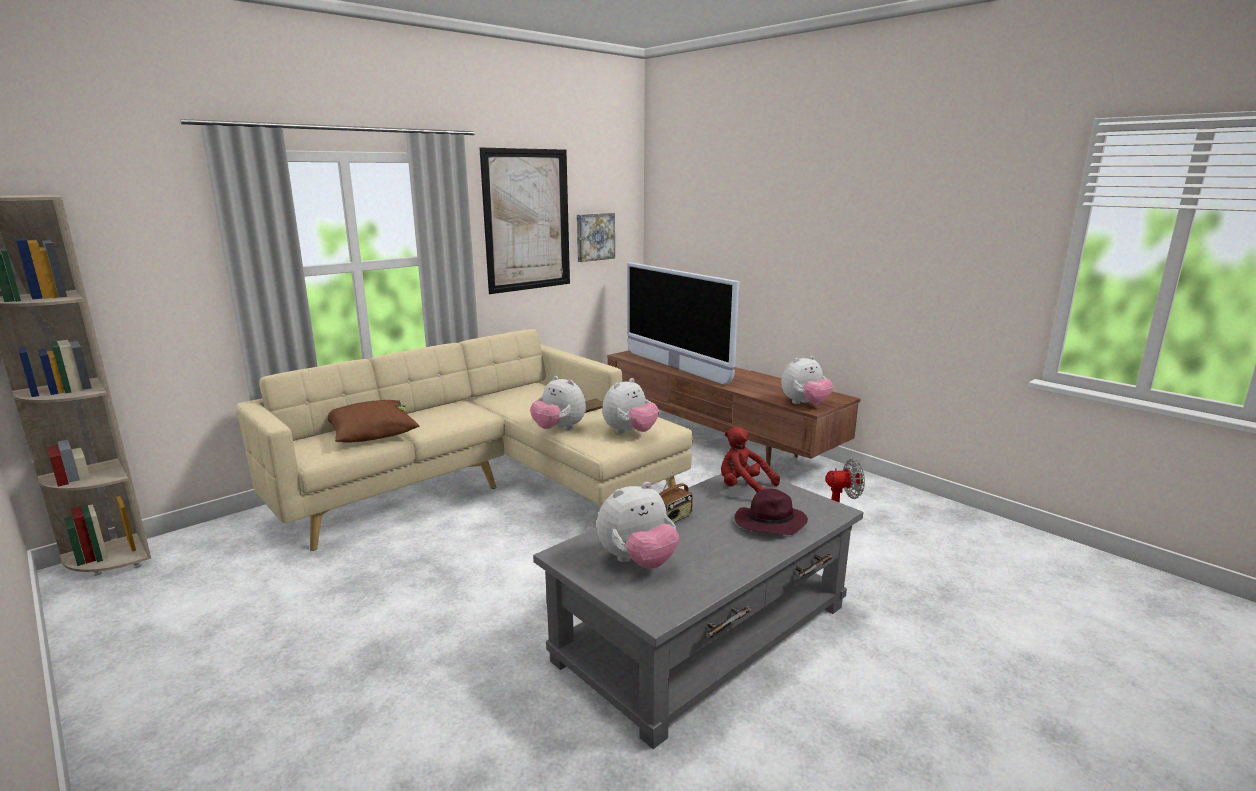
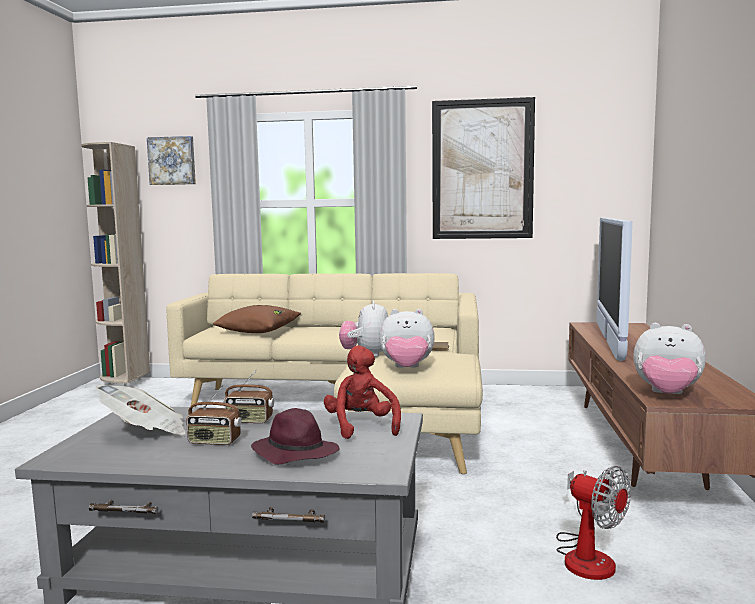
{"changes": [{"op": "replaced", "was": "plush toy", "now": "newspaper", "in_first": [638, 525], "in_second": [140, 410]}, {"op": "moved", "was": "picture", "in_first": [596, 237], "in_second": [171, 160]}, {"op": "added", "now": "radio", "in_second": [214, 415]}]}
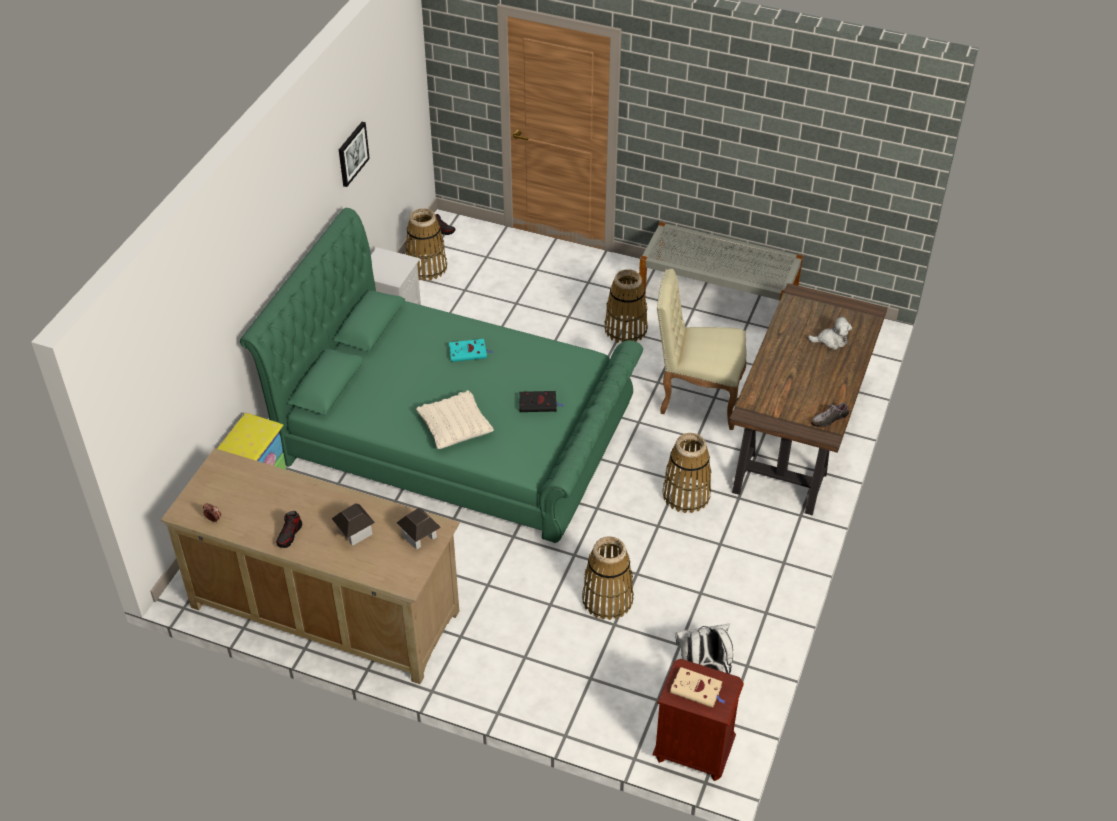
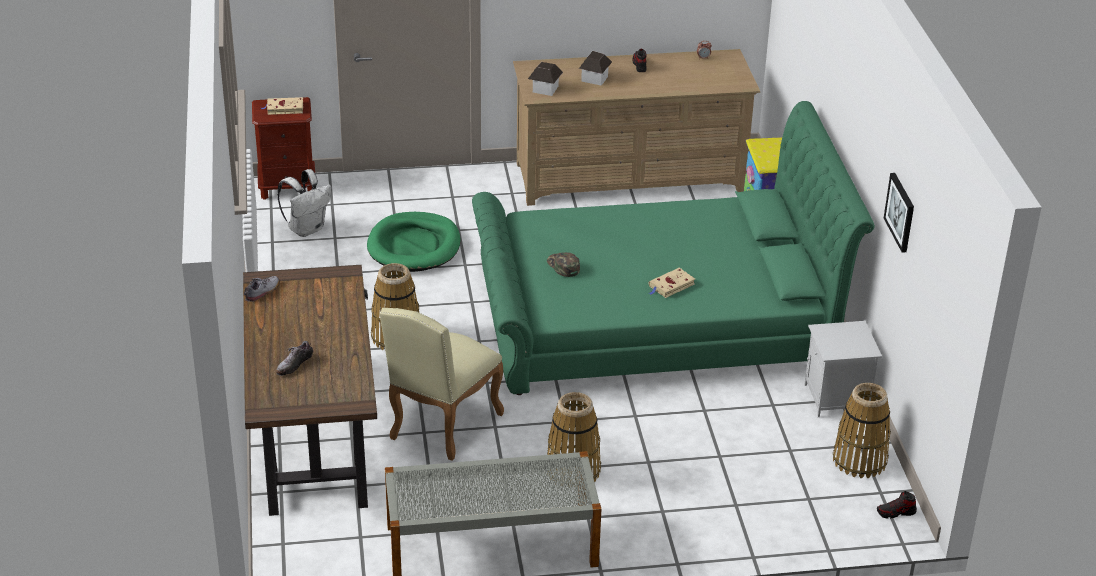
{"changes": [{"op": "replaced", "was": "plush toy", "now": "shoe", "in_first": [830, 333], "in_second": [294, 358]}, {"op": "replaced", "was": "basket", "now": "dog bed (green)", "in_first": [608, 578], "in_second": [414, 242]}, {"op": "turned", "was": "chair (beige)", "in_first": [702, 349], "in_second": [441, 384], "clockwise": 135}, {"op": "replaced", "was": "book (black)", "now": "cap (green)", "in_first": [541, 401], "in_second": [563, 264]}, {"op": "recoloured", "was": "book (turquoise)", "now": "book (beige)", "in_first": [471, 350], "in_second": [672, 283]}, {"op": "removed", "was": "pillow (beige)", "in_first": [455, 419]}]}
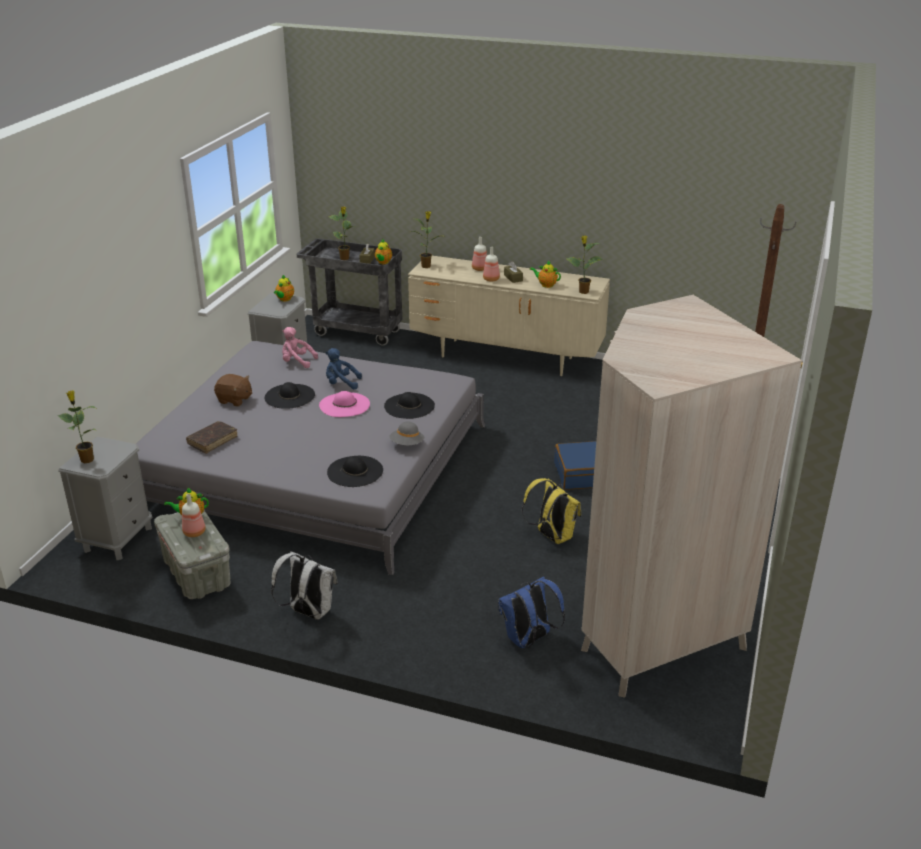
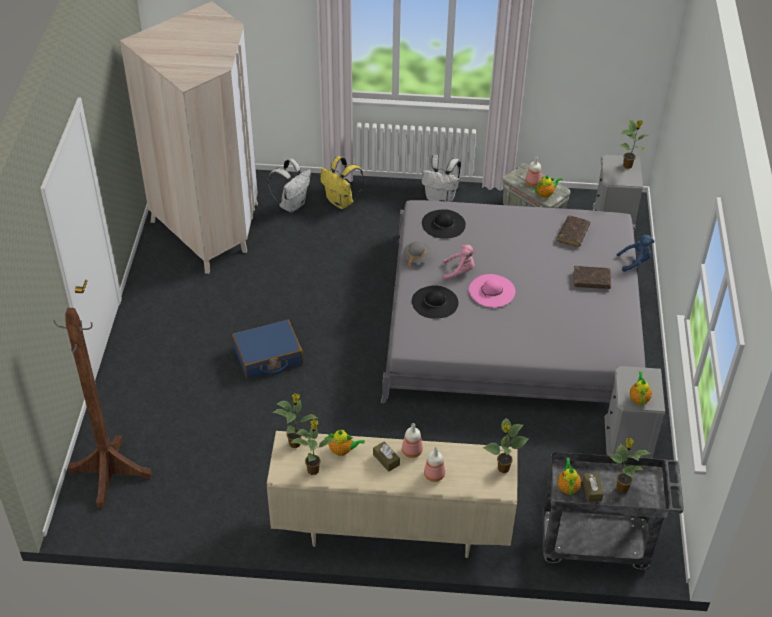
{"changes": [{"op": "recoloured", "was": "backpack (blue)", "now": "backpack (white)", "in_first": [531, 612], "in_second": [289, 185]}, {"op": "added", "now": "potted plant", "in_second": [313, 447]}, {"op": "moved", "was": "backpack (yellow)", "in_first": [551, 511], "in_second": [342, 182]}, {"op": "moved", "was": "plush toy (pink)", "in_first": [300, 347], "in_second": [459, 262]}, {"op": "replaced", "was": "plush toy (brown)", "now": "book (brown)", "in_first": [233, 390], "in_second": [592, 277]}, {"op": "moved", "was": "plush toy (blue)", "in_first": [343, 368], "in_second": [636, 253]}, {"op": "removed", "was": "hat (black)", "in_first": [290, 395]}]}
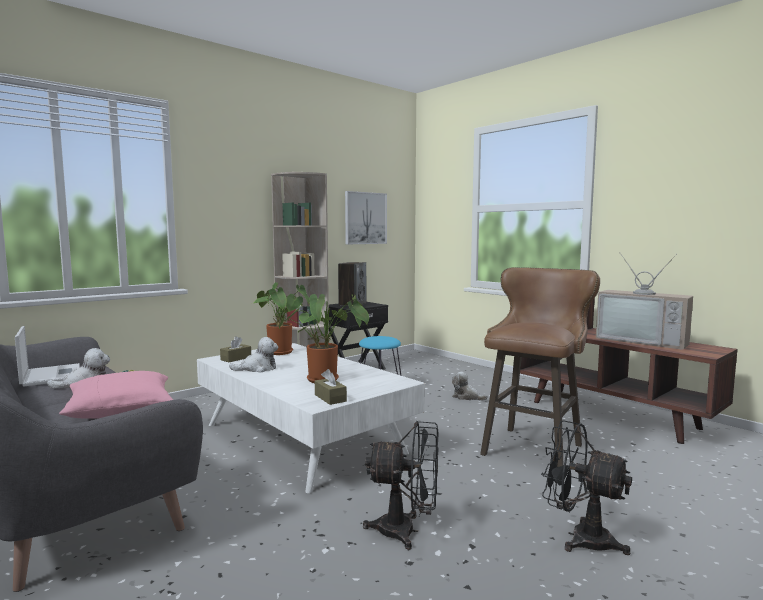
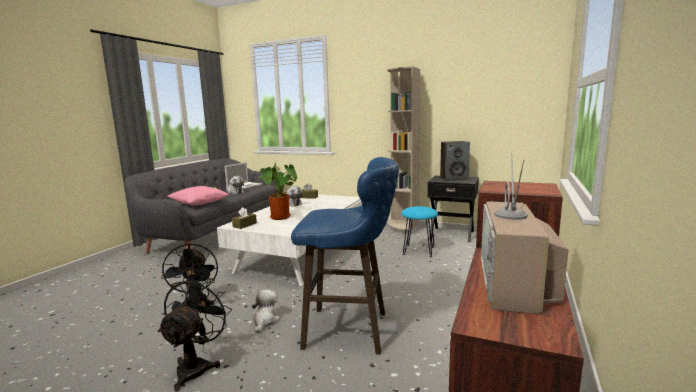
{"changes": [{"op": "moved", "was": "plush toy", "in_first": [470, 386], "in_second": [266, 311]}, {"op": "recoloured", "was": "stool (brown)", "now": "stool (blue)", "in_first": [540, 367], "in_second": [345, 256]}, {"op": "removed", "was": "potted plant", "in_first": [282, 318]}, {"op": "removed", "was": "picture", "in_first": [366, 217]}]}
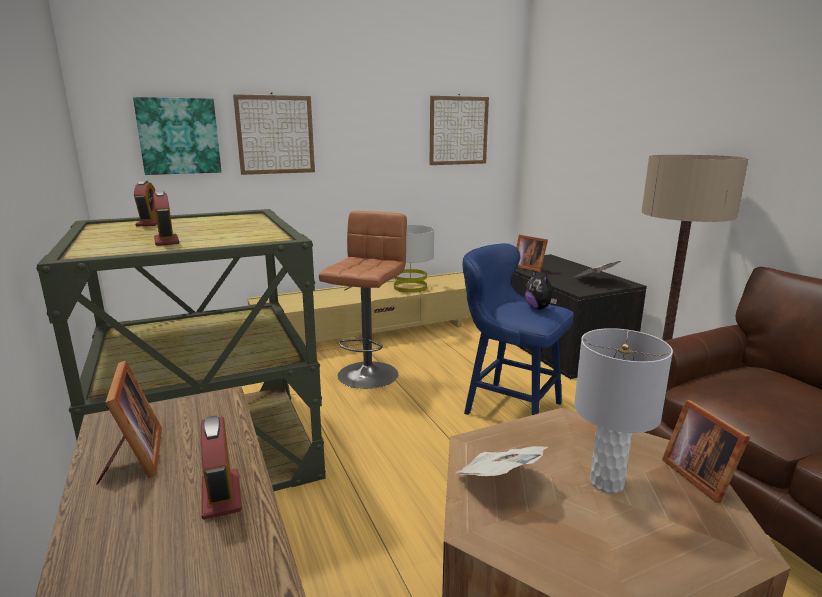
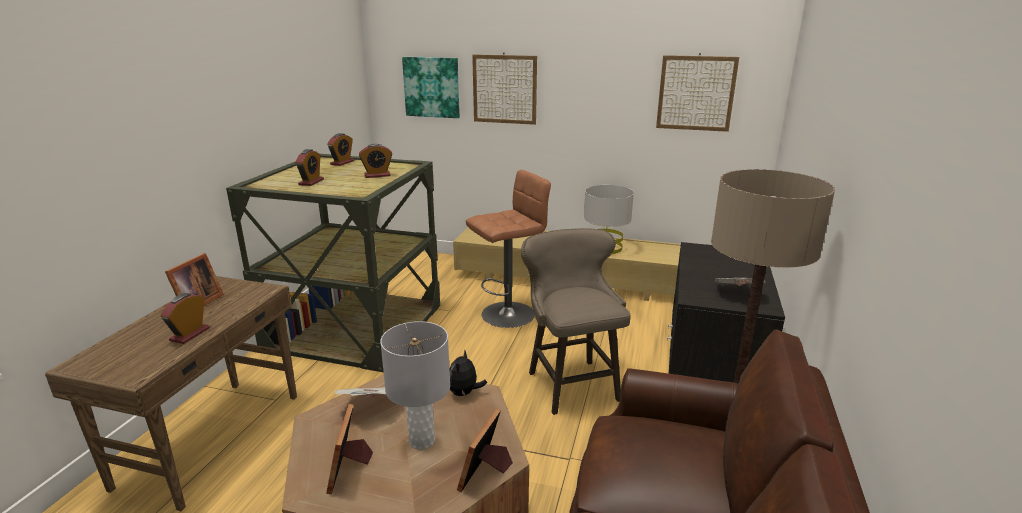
{"changes": [{"op": "moved", "was": "picture frame", "in_first": [532, 253], "in_second": [349, 449]}, {"op": "added", "now": "alarm clock", "in_second": [375, 161]}, {"op": "moved", "was": "plush toy", "in_first": [541, 289], "in_second": [468, 373]}, {"op": "recoloured", "was": "stool (blue)", "now": "stool (beige)", "in_first": [518, 329], "in_second": [576, 321]}]}
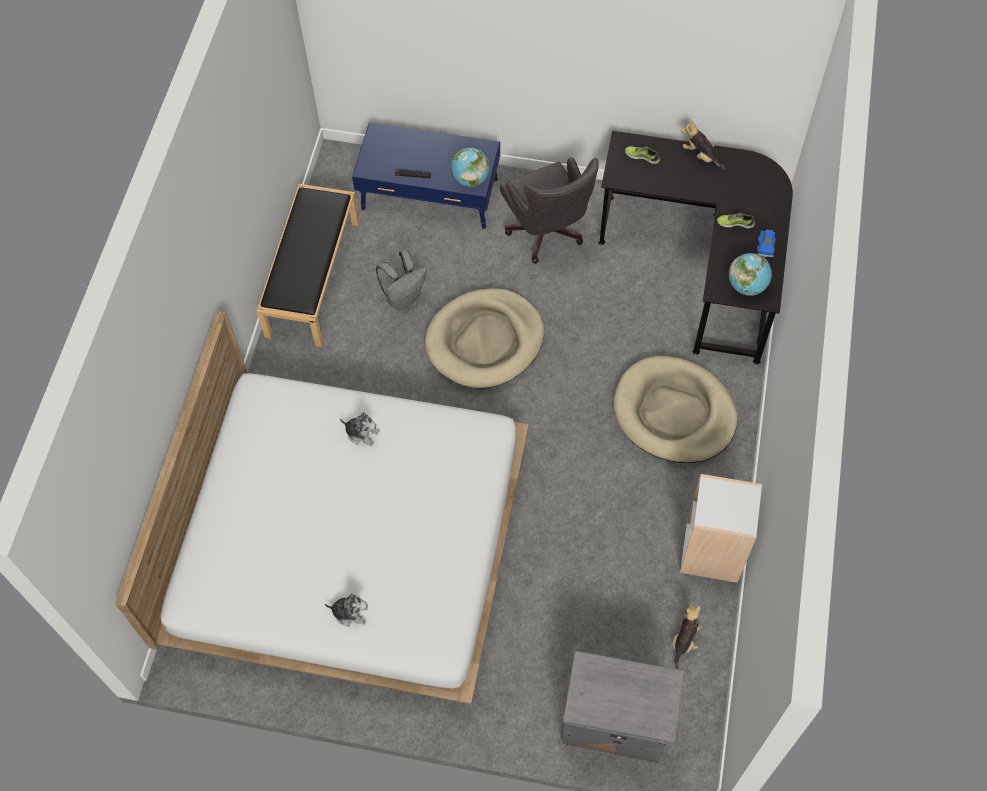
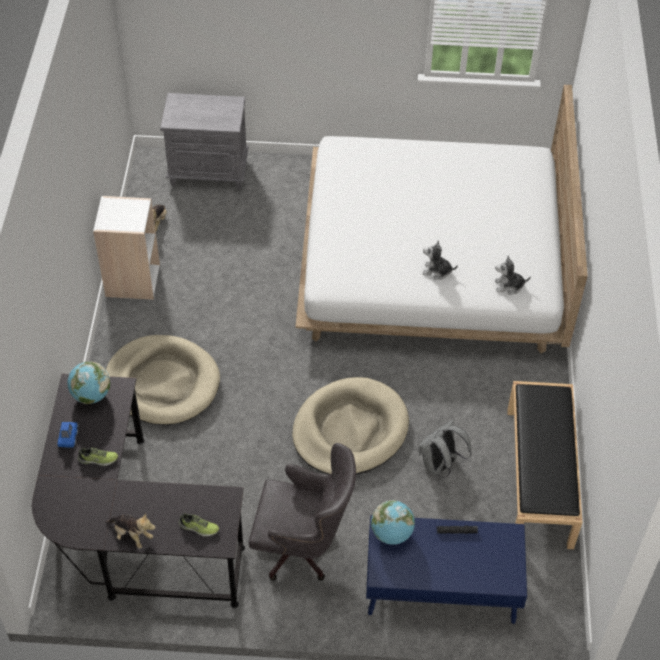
{"changes": [{"op": "turned", "was": "office chair (grey)", "in_first": [549, 210], "in_second": [302, 512], "clockwise": 135}, {"op": "moved", "was": "plush toy", "in_first": [346, 610], "in_second": [513, 275]}]}
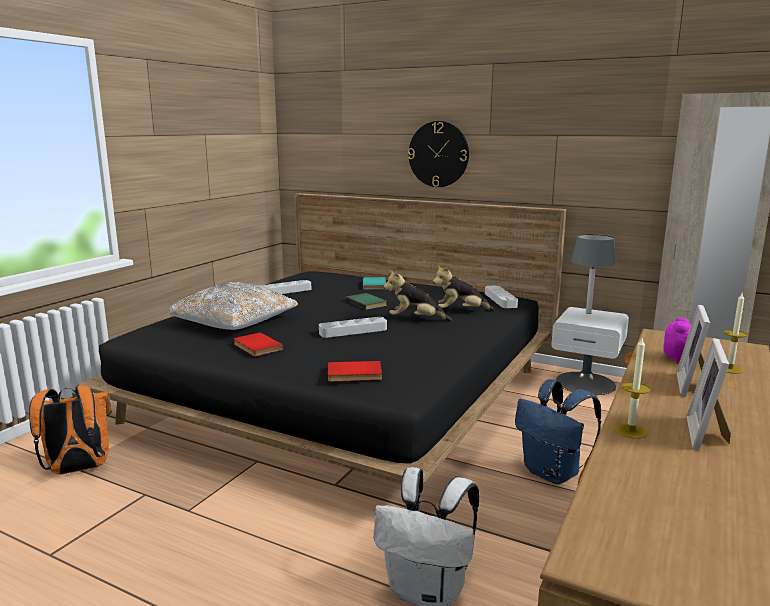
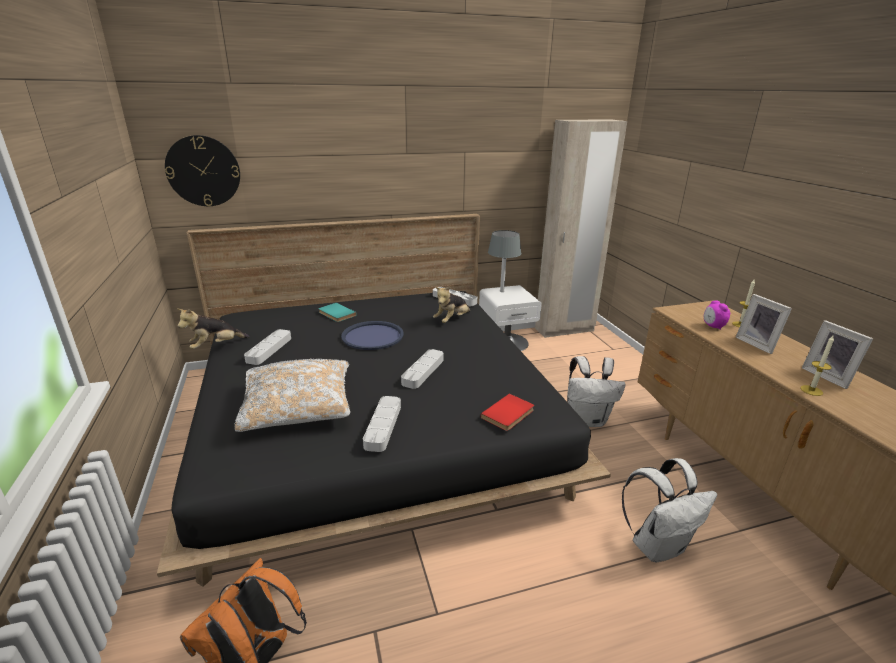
{"changes": [{"op": "moved", "was": "wall clock", "in_first": [438, 154], "in_second": [202, 170]}, {"op": "moved", "was": "plush toy", "in_first": [417, 295], "in_second": [213, 329]}, {"op": "replaced", "was": "book (green)", "now": "tray (blue)", "in_first": [366, 301], "in_second": [372, 335]}, {"op": "replaced", "was": "book (red)", "now": "tray (grey)", "in_first": [258, 344], "in_second": [382, 424]}, {"op": "recoloured", "was": "backpack (blue)", "now": "backpack (white)", "in_first": [558, 431], "in_second": [596, 391]}]}
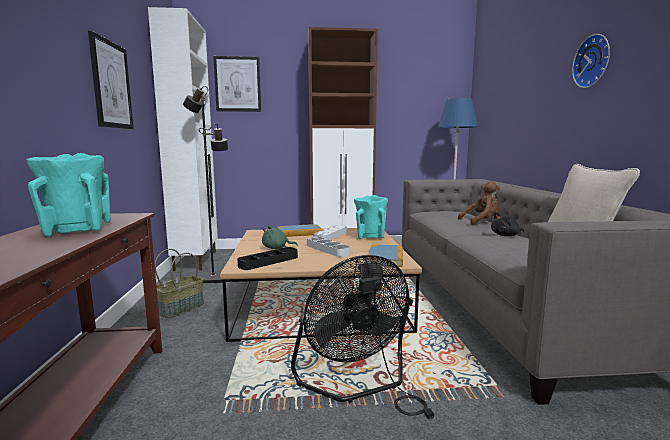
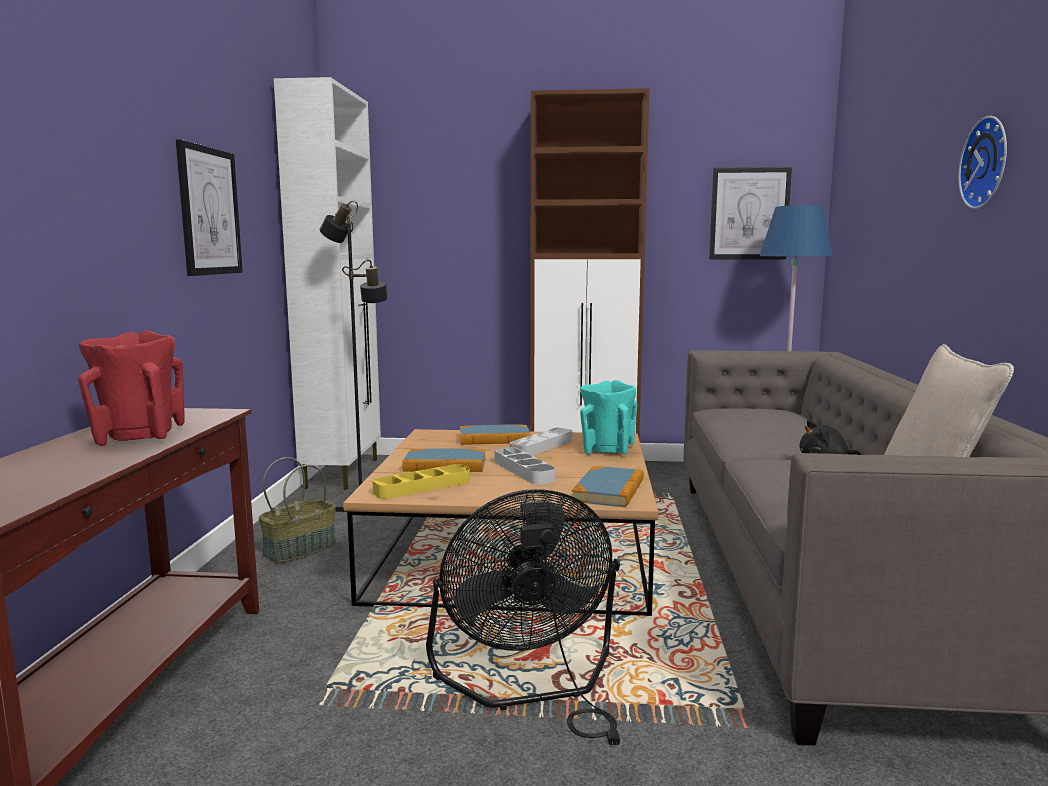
{"changes": [{"op": "recoloured", "was": "vase (turquoise)", "now": "vase (red)", "in_first": [68, 195], "in_second": [131, 388]}, {"op": "recoloured", "was": "tray (black)", "now": "tray (yellow)", "in_first": [267, 258], "in_second": [421, 481]}, {"op": "replaced", "was": "plush toy (green)", "now": "book", "in_first": [280, 237], "in_second": [444, 460]}, {"op": "moved", "was": "picture", "in_first": [237, 84], "in_second": [750, 213]}, {"op": "removed", "was": "plush toy (brown)", "in_first": [479, 203]}]}
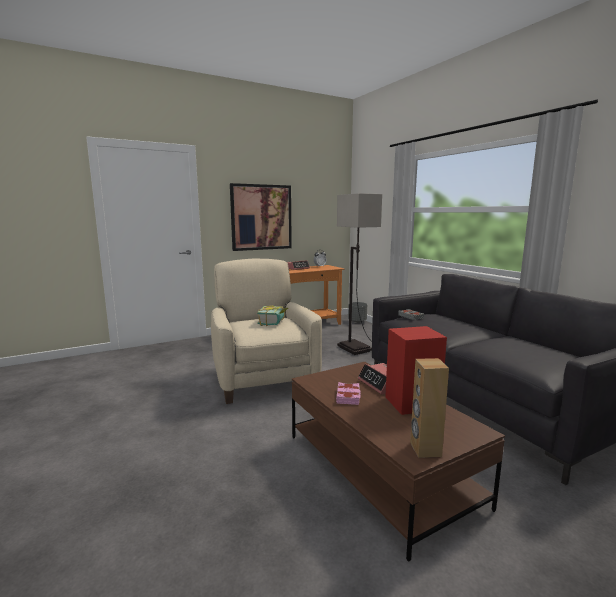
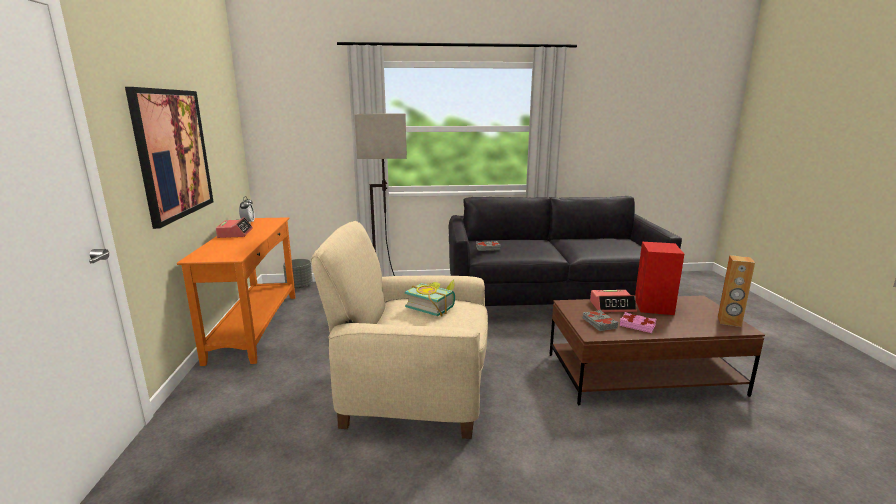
{"changes": [{"op": "added", "now": "book (grey)", "in_second": [600, 320]}]}
